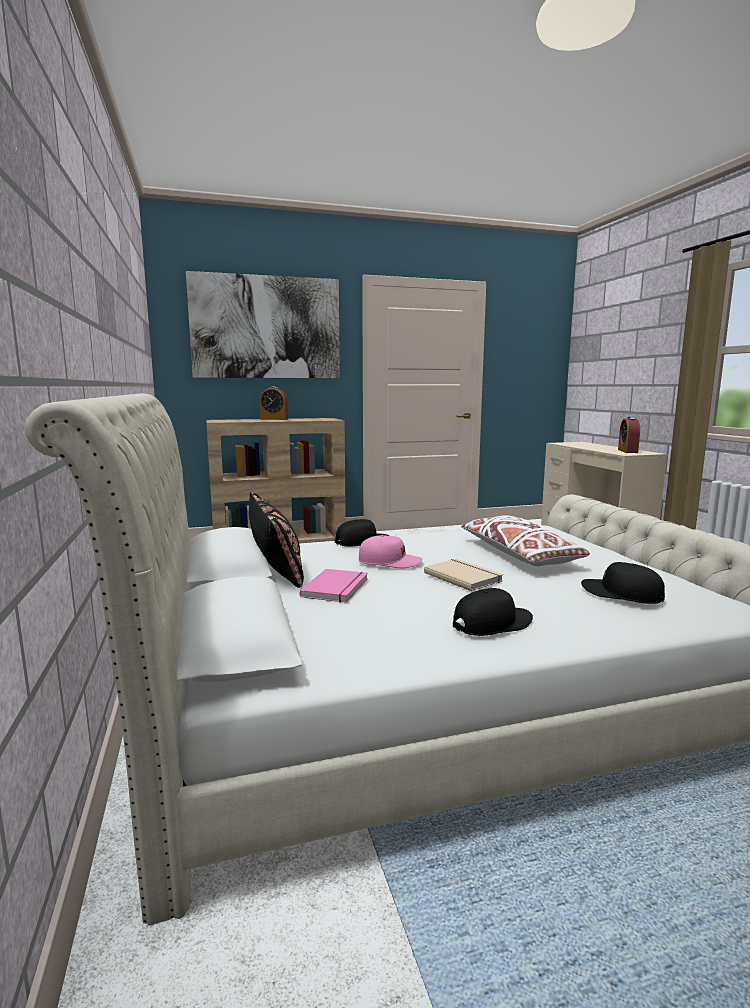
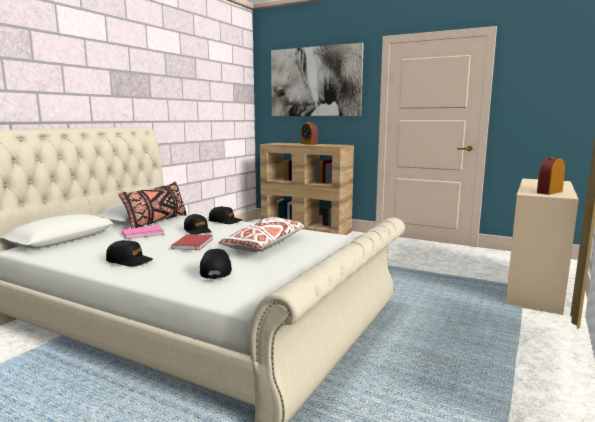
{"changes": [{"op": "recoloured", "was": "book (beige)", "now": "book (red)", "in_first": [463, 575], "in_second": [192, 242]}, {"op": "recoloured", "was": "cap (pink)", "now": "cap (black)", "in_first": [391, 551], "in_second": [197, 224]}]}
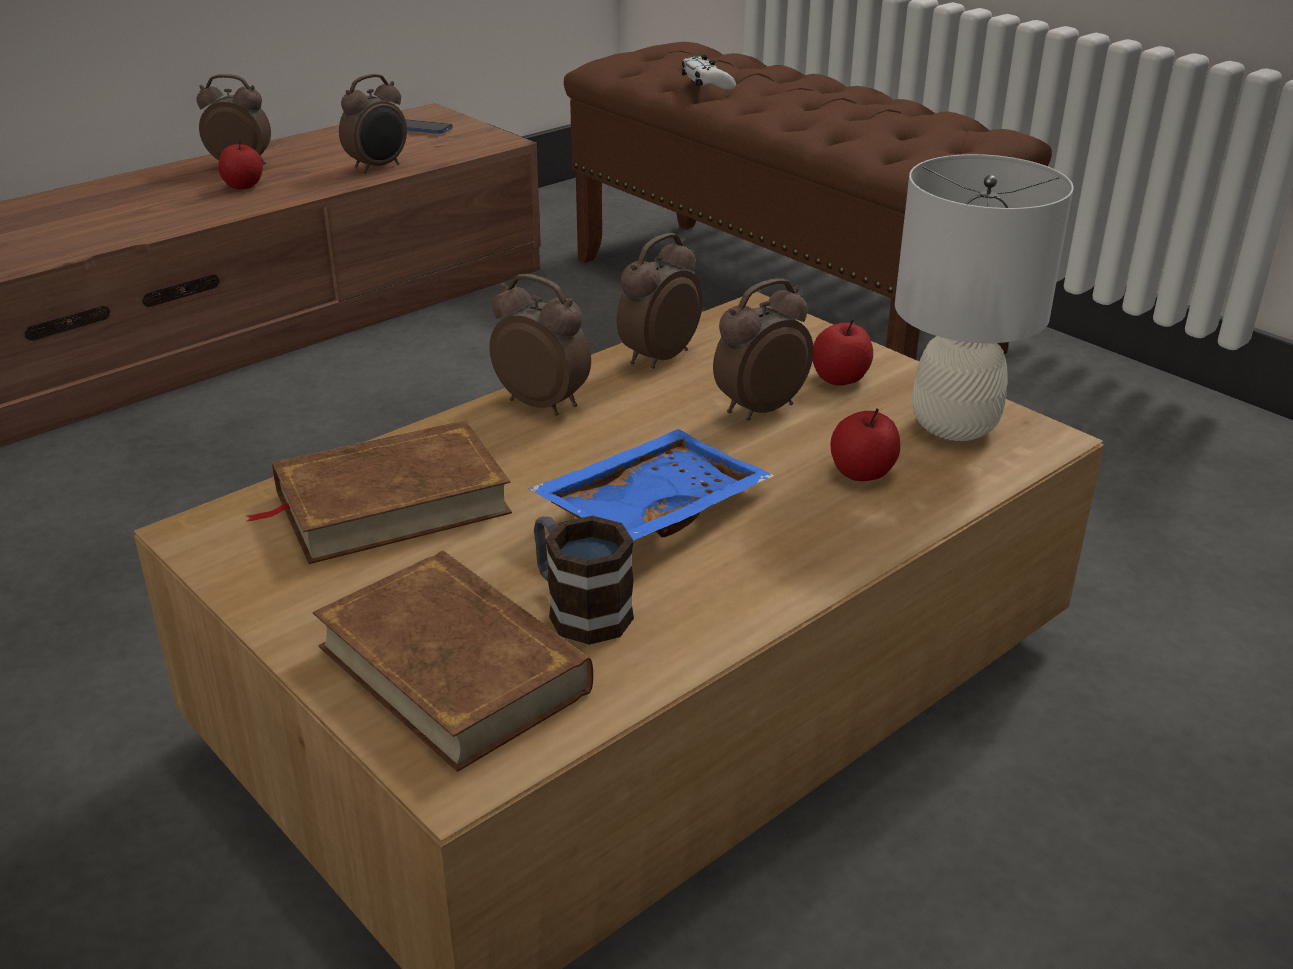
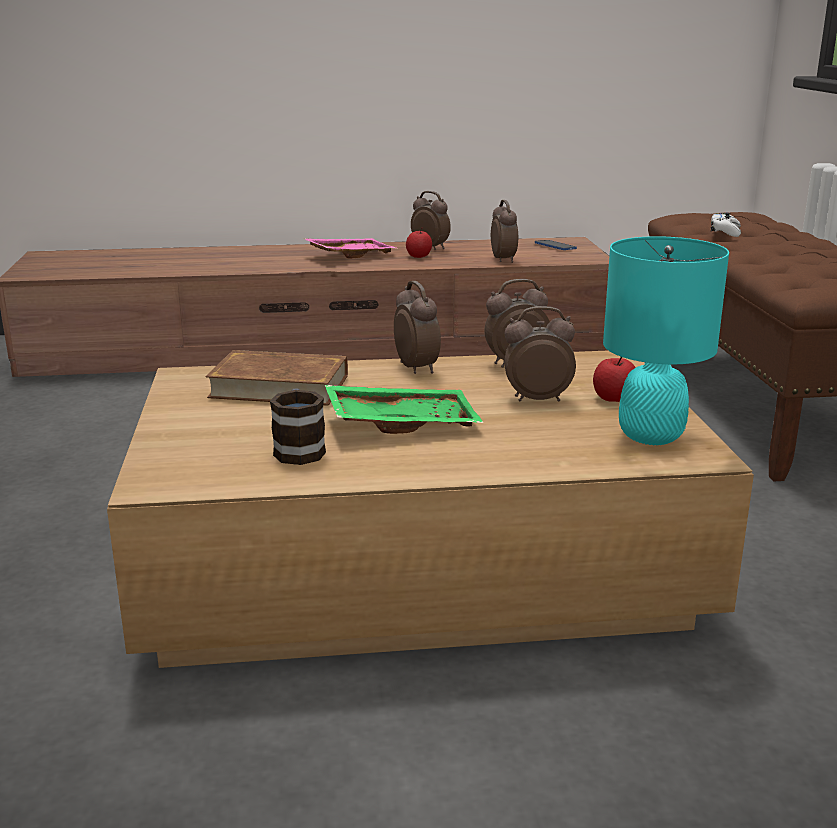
{"changes": [{"op": "added", "now": "tray (pink)", "in_second": [350, 248]}, {"op": "recoloured", "was": "tray (blue)", "now": "tray (green)", "in_first": [651, 484], "in_second": [404, 409]}, {"op": "turned", "was": "alarm clock", "in_first": [373, 124], "in_second": [504, 231], "clockwise": -90}, {"op": "recoloured", "was": "table lamp (grey)", "now": "table lamp (turquoise)", "in_first": [984, 297], "in_second": [666, 340]}, {"op": "removed", "was": "book (brown)", "in_first": [453, 661]}, {"op": "removed", "was": "apple", "in_first": [865, 444]}]}
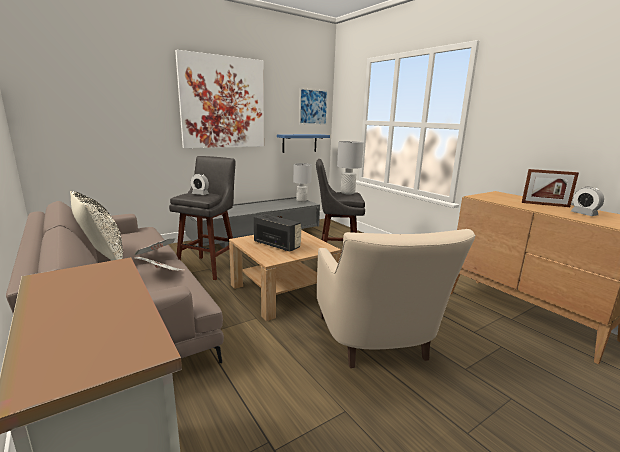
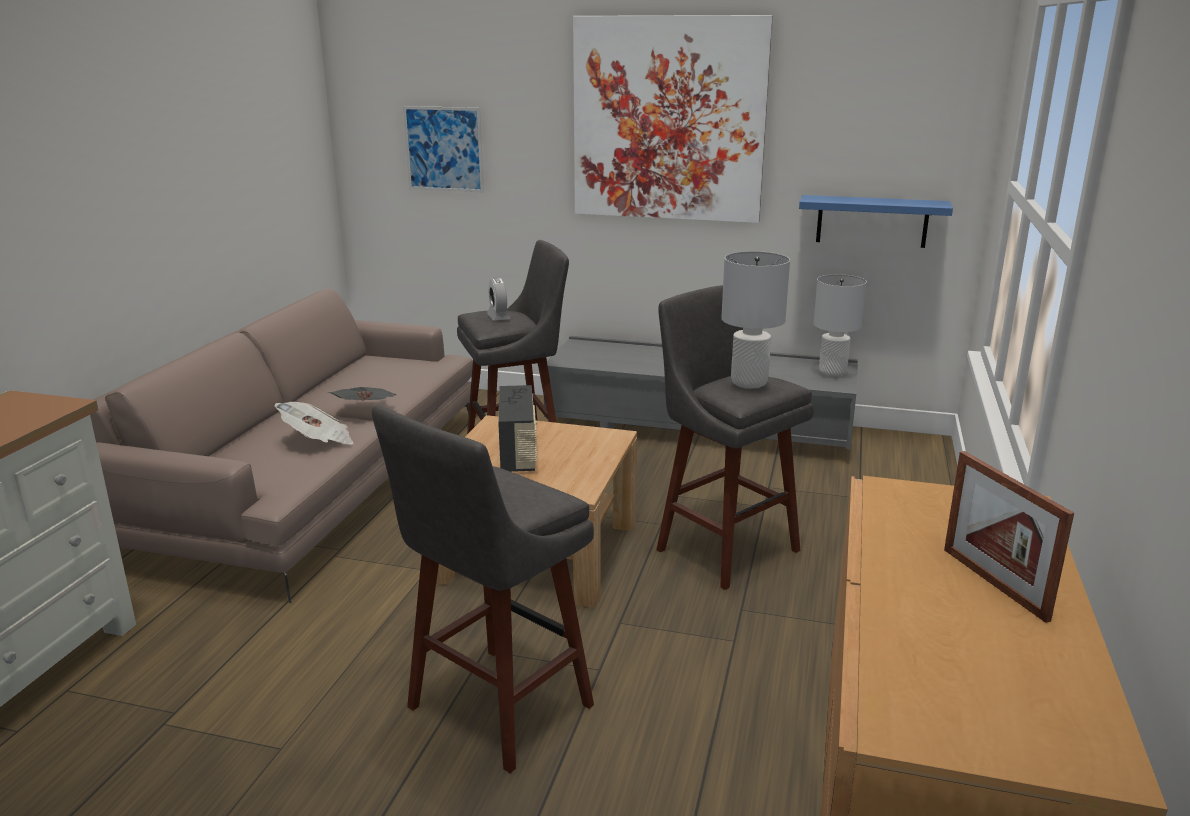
{"changes": [{"op": "replaced", "was": "armchair (beige)", "now": "stool (grey)", "in_first": [396, 298], "in_second": [483, 589]}, {"op": "moved", "was": "picture", "in_first": [313, 106], "in_second": [443, 149]}, {"op": "removed", "was": "pillow (beige)", "in_first": [96, 226]}, {"op": "removed", "was": "alarm clock", "in_first": [587, 201]}]}
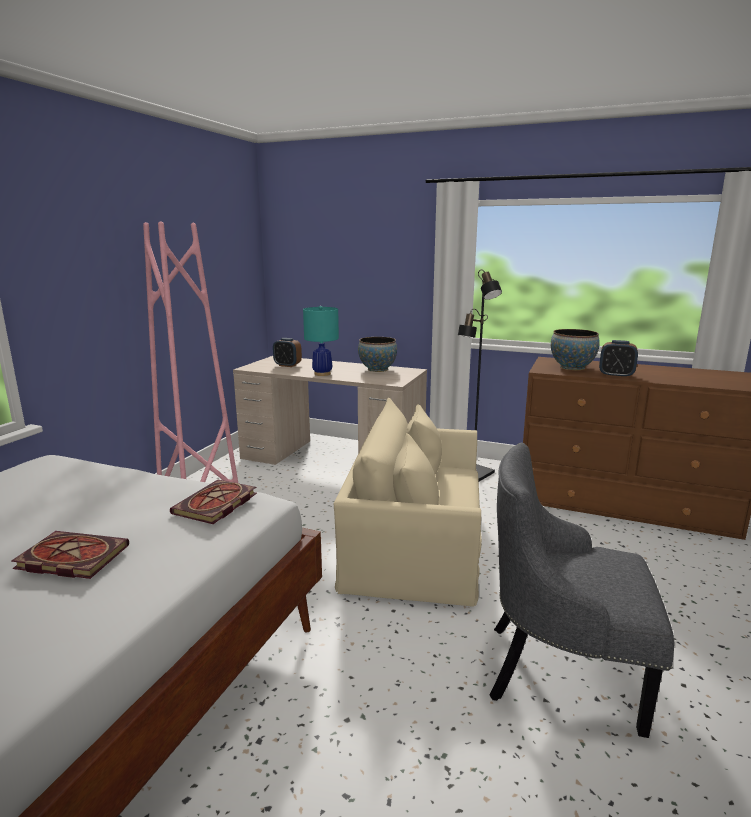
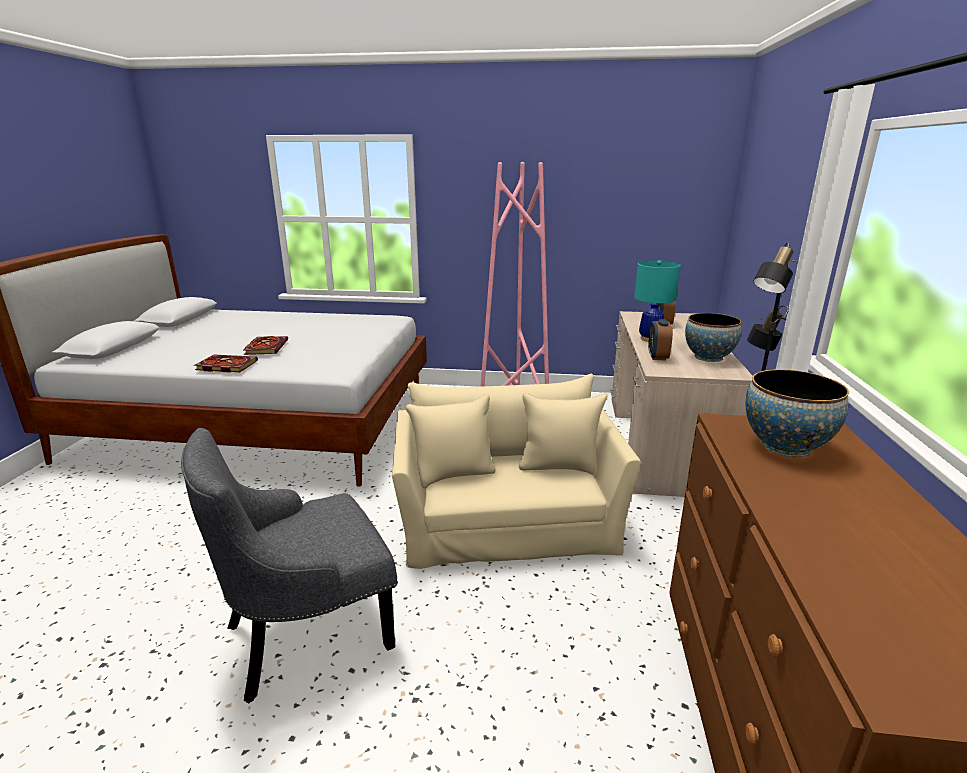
{"changes": [{"op": "turned", "was": "armchair (grey)", "in_first": [582, 590], "in_second": [289, 566], "clockwise": -120}, {"op": "moved", "was": "book", "in_first": [213, 502], "in_second": [226, 363]}, {"op": "moved", "was": "alarm clock", "in_first": [618, 359], "in_second": [660, 340]}]}
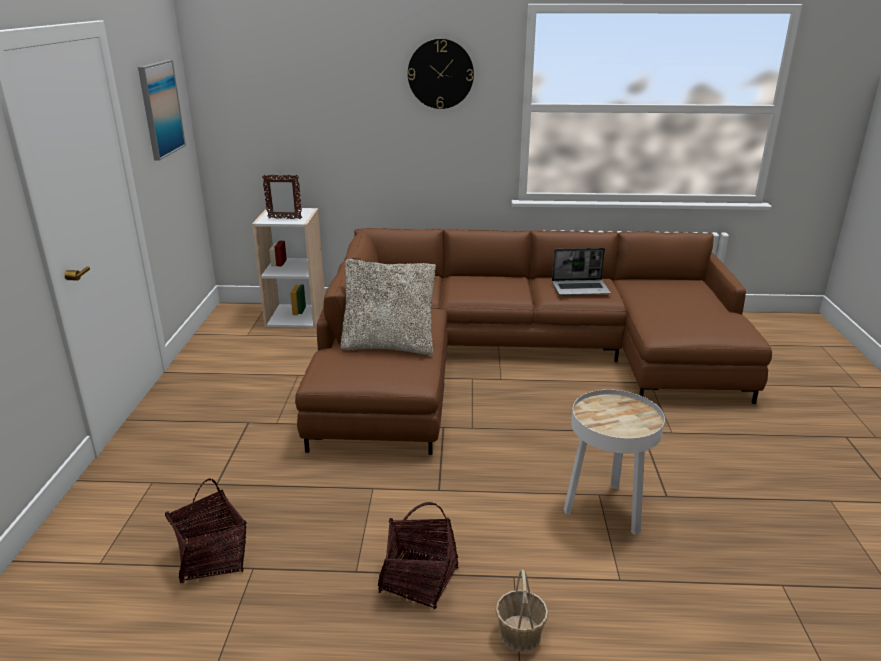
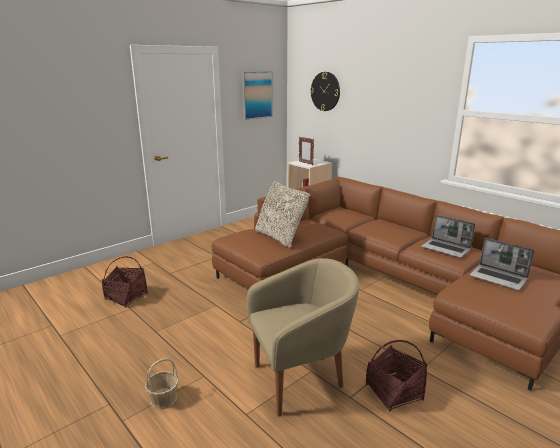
{"changes": [{"op": "replaced", "was": "side table (white)", "now": "armchair (beige)", "in_first": [614, 462], "in_second": [303, 337]}, {"op": "moved", "was": "wall clock", "in_first": [441, 74], "in_second": [325, 91]}, {"op": "moved", "was": "basket", "in_first": [418, 555], "in_second": [396, 375]}, {"op": "added", "now": "laptop", "in_second": [502, 264]}]}
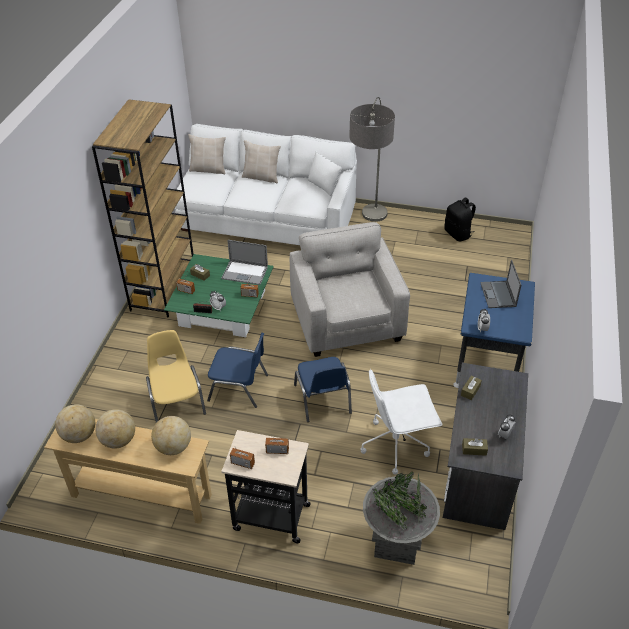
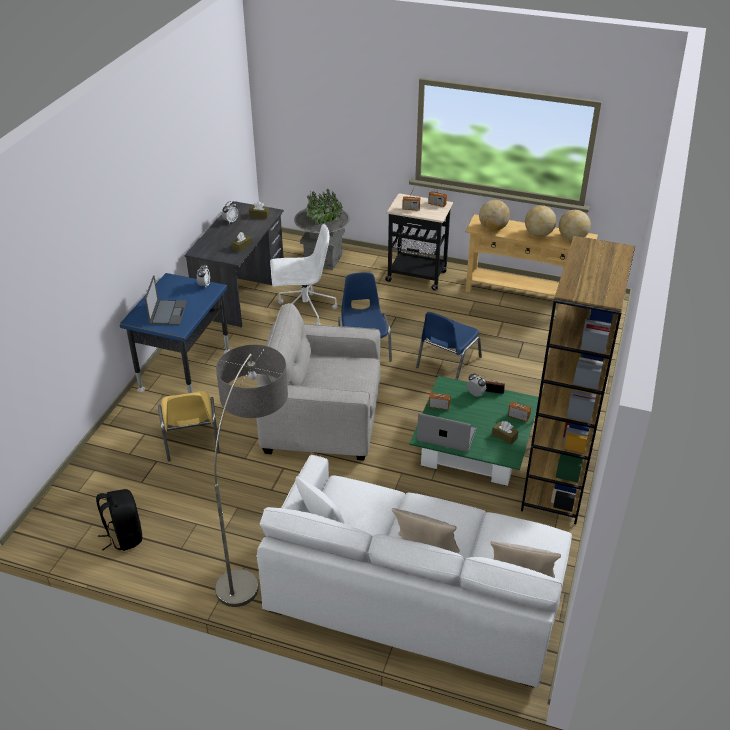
{"changes": [{"op": "moved", "was": "chair (yellow)", "in_first": [176, 376], "in_second": [189, 426]}, {"op": "turned", "was": "armchair (grey)", "in_first": [350, 289], "in_second": [318, 382], "clockwise": 105}, {"op": "turned", "was": "chair (blue)", "in_first": [237, 370], "in_second": [449, 346], "clockwise": -75}]}
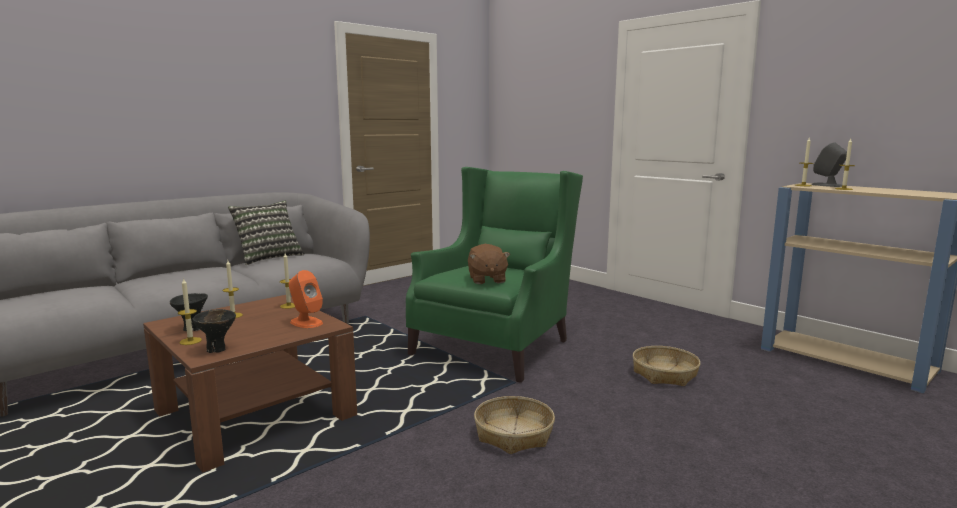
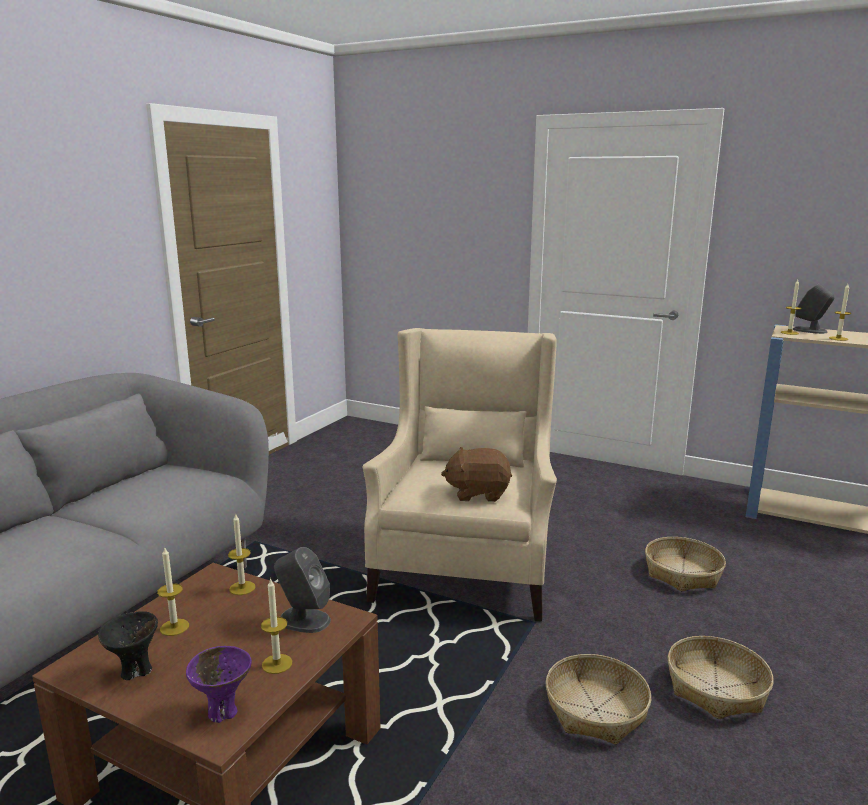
{"changes": [{"op": "recoloured", "was": "bowl (black)", "now": "bowl (purple)", "in_first": [214, 331], "in_second": [219, 684]}, {"op": "moved", "was": "candle", "in_first": [190, 312], "in_second": [276, 626]}, {"op": "recoloured", "was": "speaker (orange)", "now": "speaker (grey)", "in_first": [306, 299], "in_second": [302, 590]}, {"op": "recoloured", "was": "armchair (green)", "now": "armchair (beige)", "in_first": [494, 275], "in_second": [459, 474]}, {"op": "turned", "was": "plush toy (brown)", "in_first": [489, 264], "in_second": [476, 474], "clockwise": 120}, {"op": "added", "now": "basket", "in_second": [720, 677]}, {"op": "removed", "was": "pillow", "in_first": [266, 232]}]}
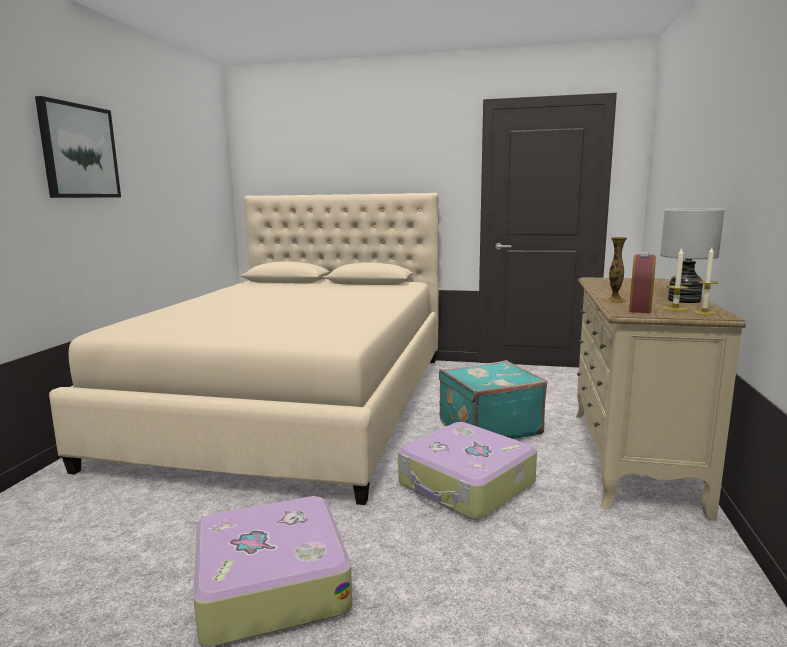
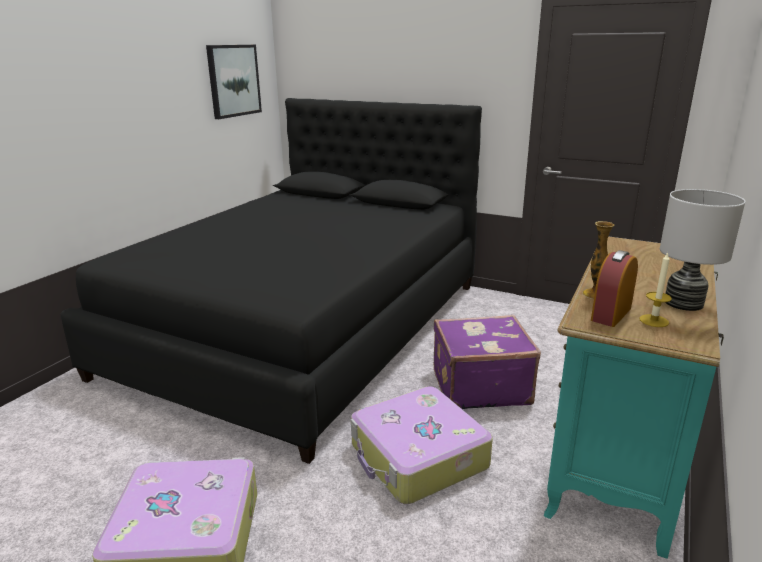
{"changes": [{"op": "recoloured", "was": "bed (beige)", "now": "bed (black)", "in_first": [244, 349], "in_second": [271, 281]}, {"op": "moved", "was": "picture", "in_first": [78, 147], "in_second": [234, 82]}, {"op": "recoloured", "was": "suitcase (turquoise)", "now": "suitcase (purple)", "in_first": [493, 399], "in_second": [487, 362]}, {"op": "recoloured", "was": "dresser (beige)", "now": "dresser (turquoise)", "in_first": [661, 399], "in_second": [634, 397]}, {"op": "removed", "was": "candle", "in_first": [705, 281]}]}
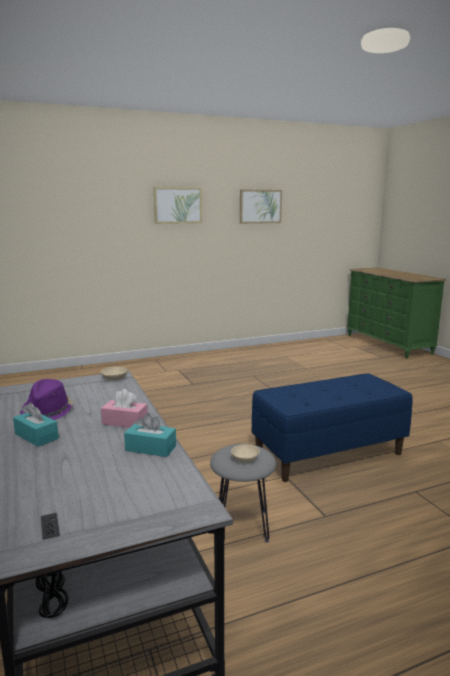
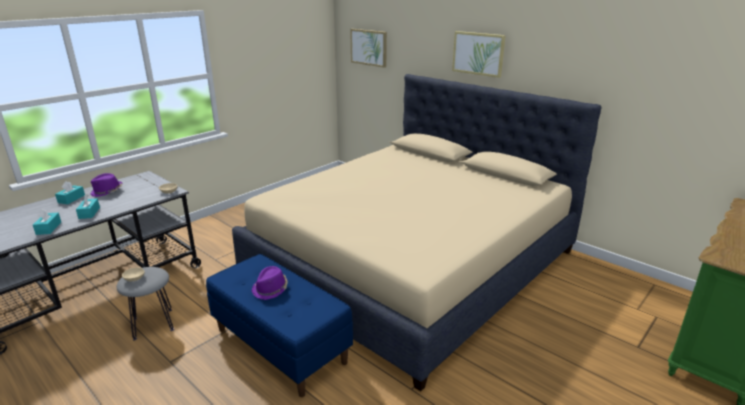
{"changes": [{"op": "recoloured", "was": "tissue box (pink)", "now": "tissue box (turquoise)", "in_first": [124, 408], "in_second": [88, 206]}, {"op": "added", "now": "bed (beige)", "in_second": [417, 233]}, {"op": "added", "now": "hat (purple)", "in_second": [270, 283]}, {"op": "moved", "was": "picture", "in_first": [261, 206], "in_second": [368, 48]}]}
